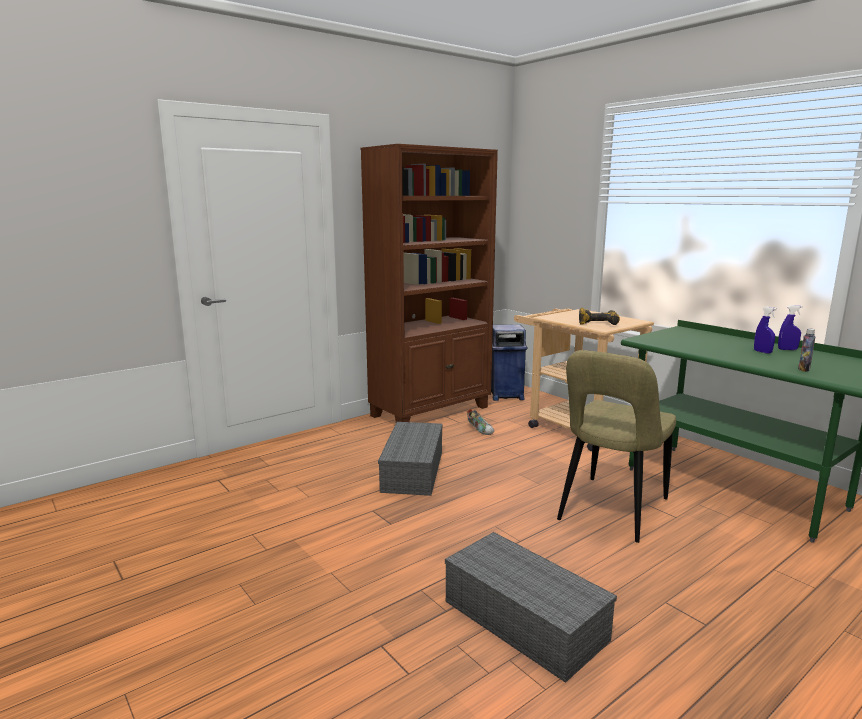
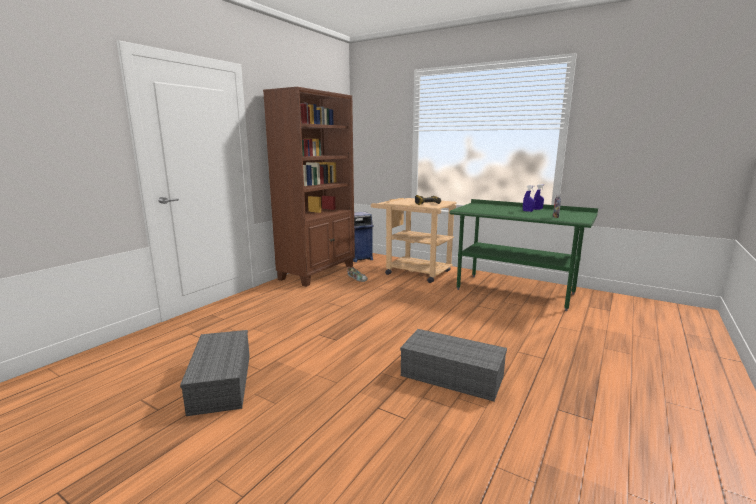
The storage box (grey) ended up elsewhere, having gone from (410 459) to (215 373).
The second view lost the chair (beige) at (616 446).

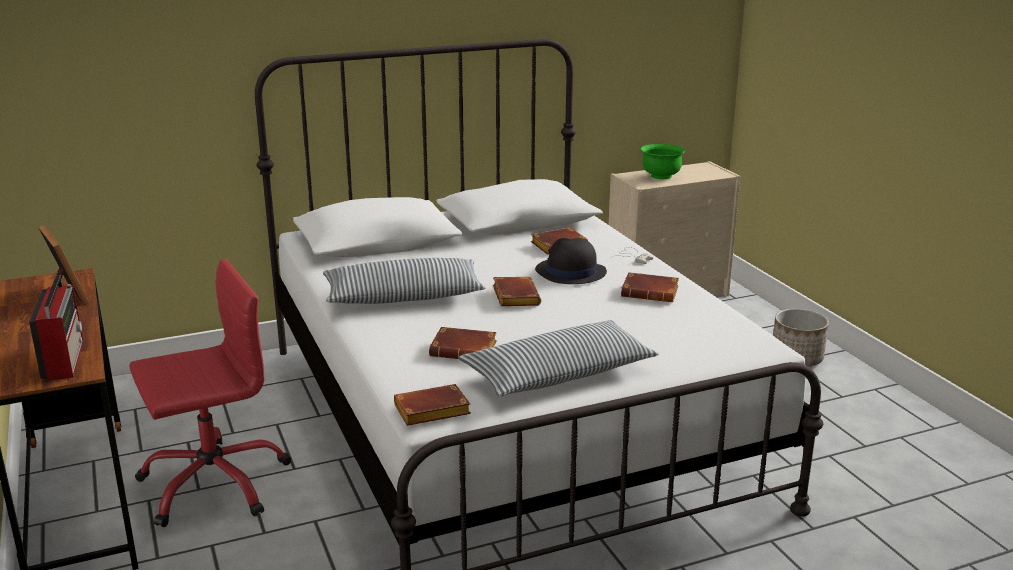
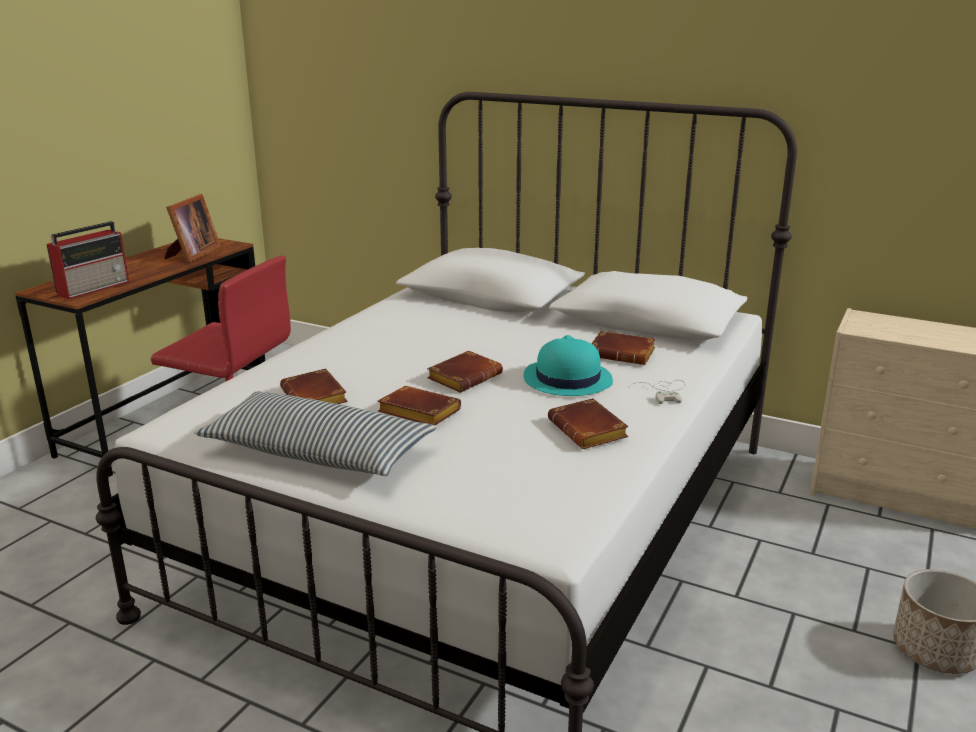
The book (brown) ended up elsewhere, having gone from (432 405) to (419 405).
What was the hat (black) at (571 261) turned into the hat (turquoise) at (568 365).
The second view lost the pillow at (404 281).
The second view lost the bowl (green) at (663 161).

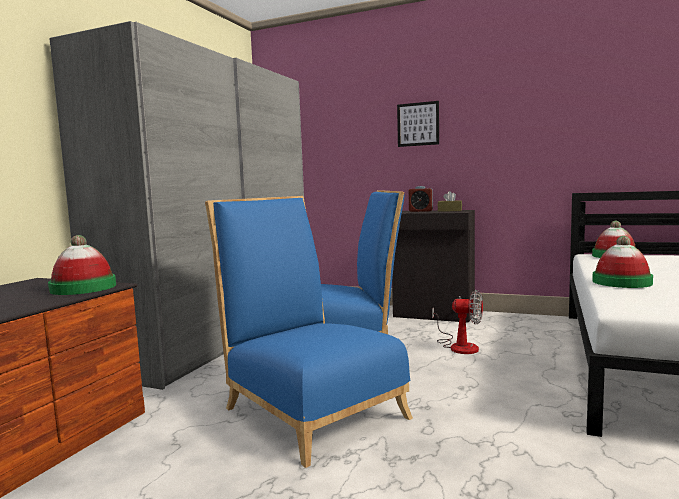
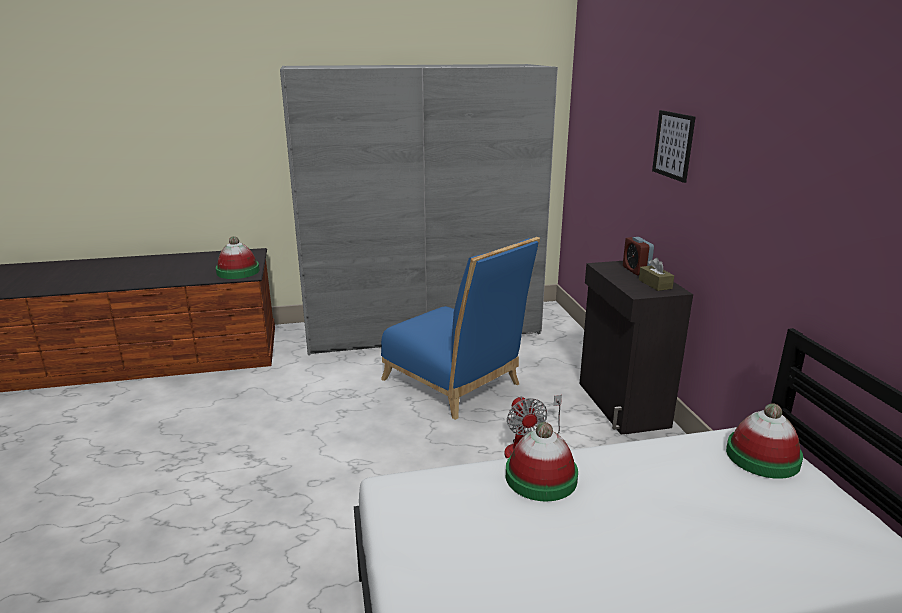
The second view lost the chair (blue) at (309 332).

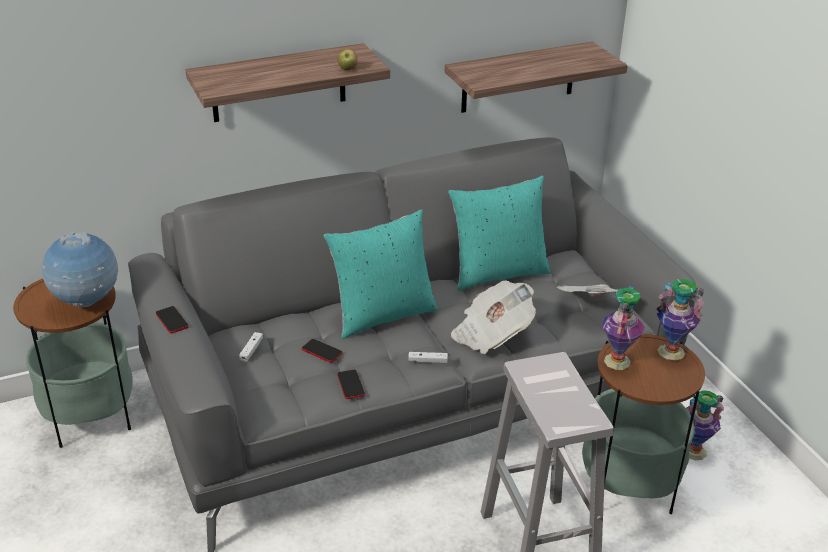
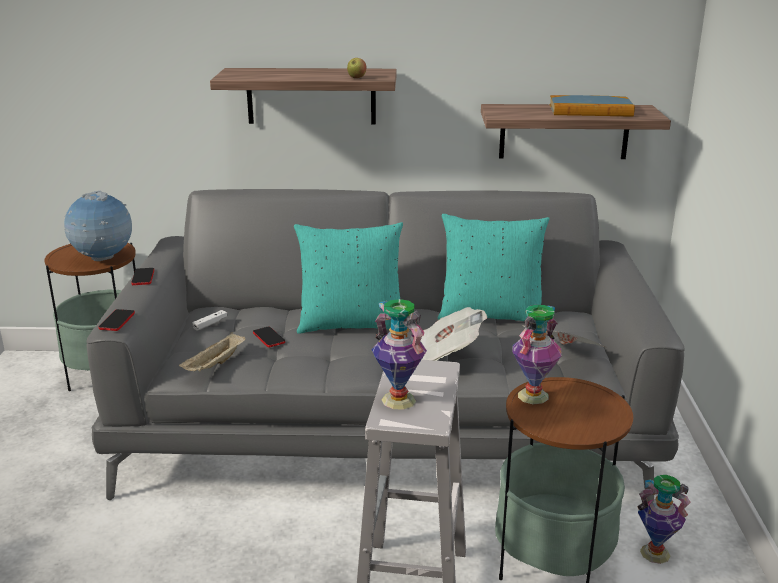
The phone ended up elsewhere, having gone from (351 384) to (117 320).
The second view gained the tray (beige) at (212 351).
The vase ended up elsewhere, having gone from (680 319) to (399 354).
The second view gained the book at (592 106).
The second view lost the game controller (white) at (428 357).

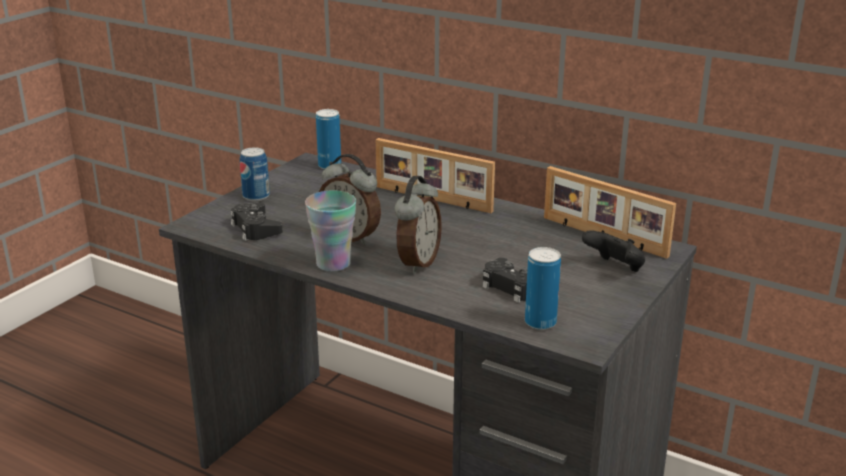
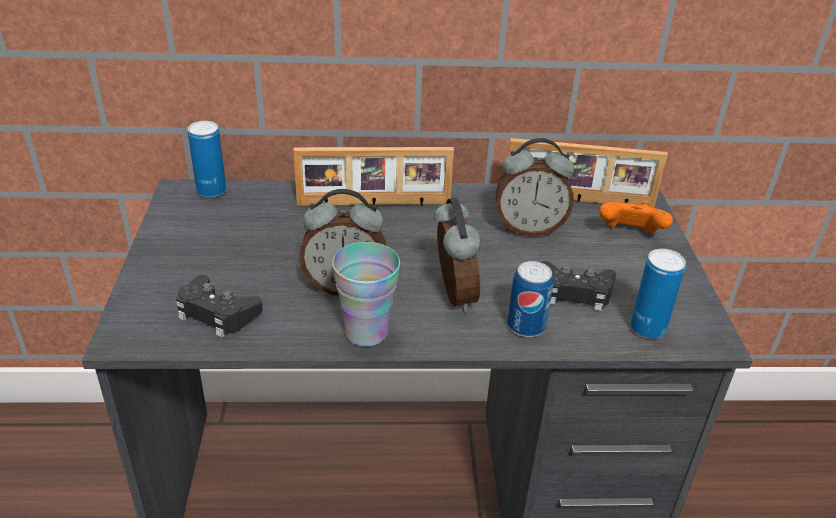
The second view gained the alarm clock at (535 187).
The can ended up elsewhere, having gone from (255 174) to (530 299).
What was the game controller (black) at (613 251) turned into the game controller (orange) at (636 217).

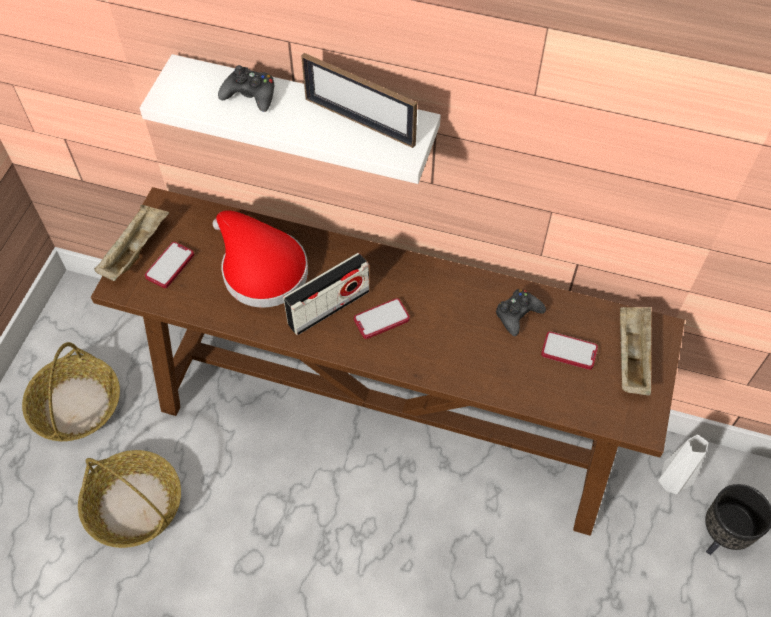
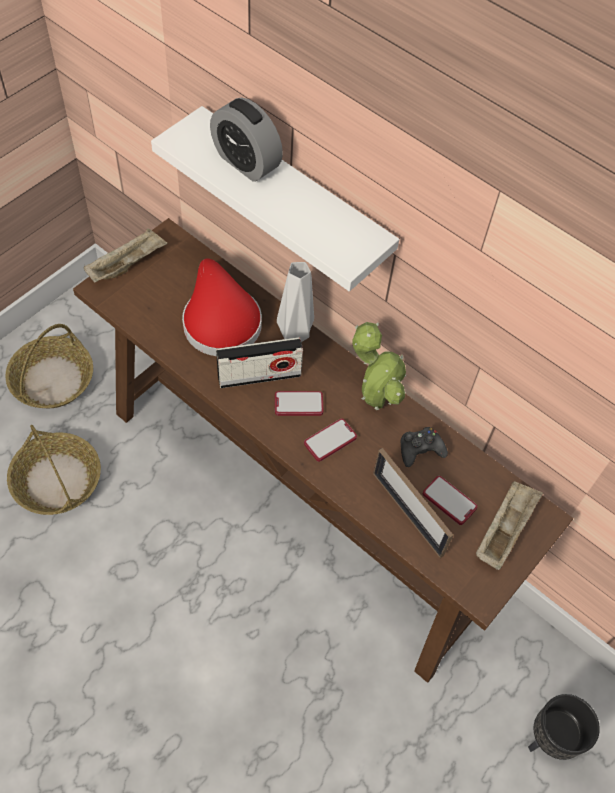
Where the game controller (black) stood at (246 88), the alarm clock came to stand at (246 140).
The vase (white) ended up elsewhere, having gone from (683 464) to (295 302).
The phone ended up elsewhere, having gone from (169 265) to (330 440).
The second view gained the potted plant at (379 366).
The picture frame ended up elsewhere, having gone from (359 100) to (413 503).

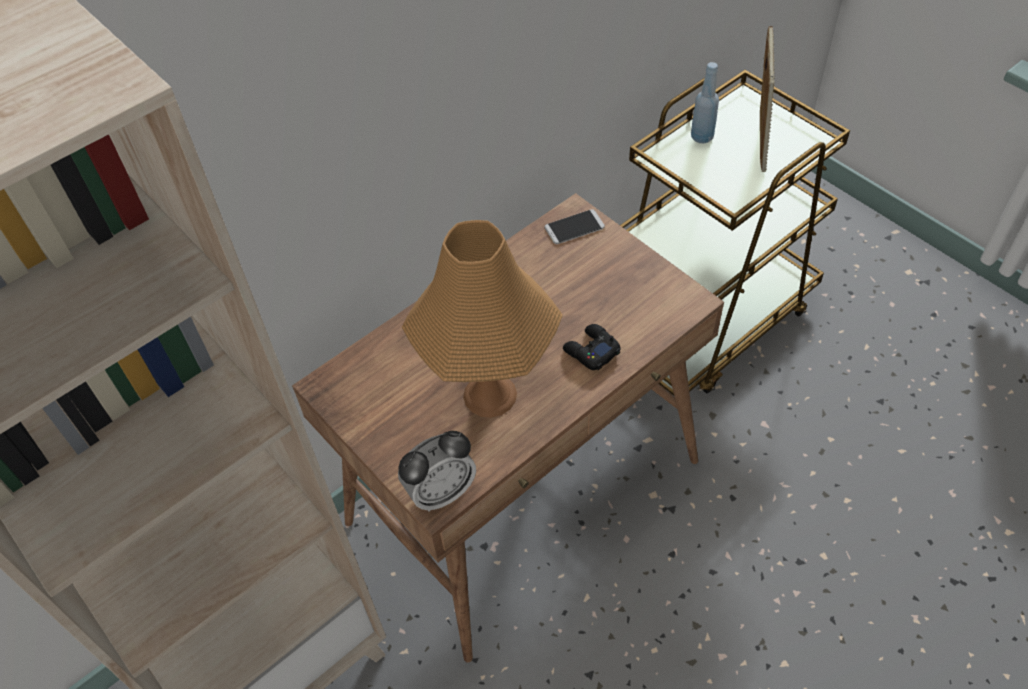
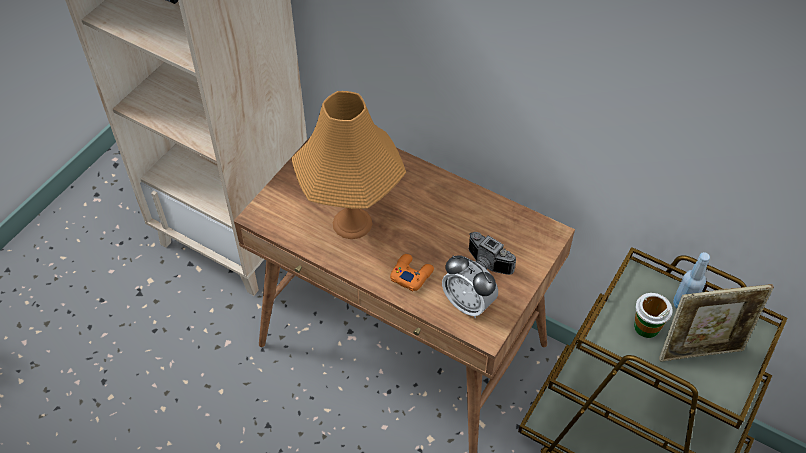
What was the game controller (black) at (591 347) turned into the game controller (orange) at (412 272).
The alarm clock ended up elsewhere, having gone from (437 471) to (470 286).
The second view gained the photo camera at (492 253).
The second view gained the cup at (653 315).
The second view lost the phone at (575 226).

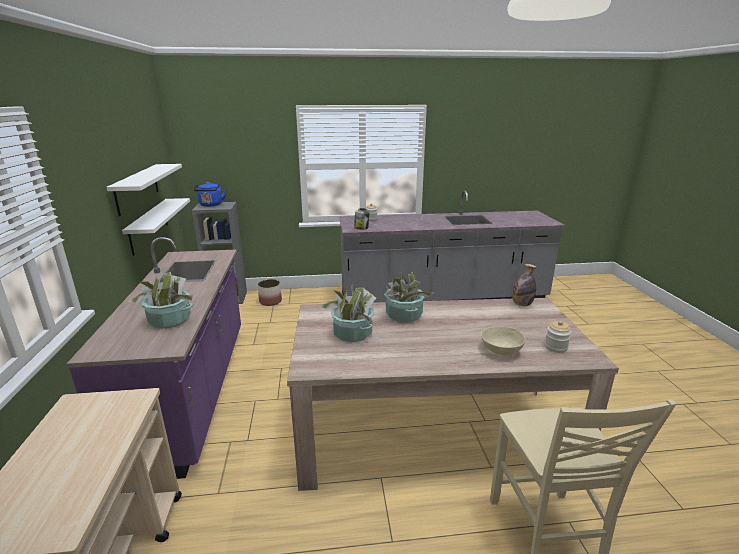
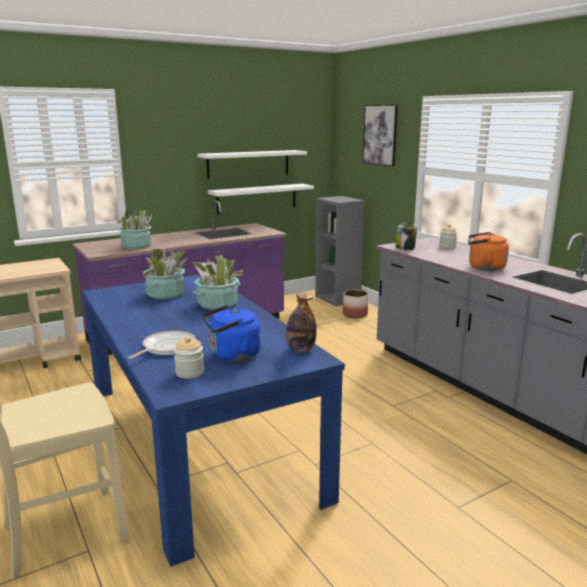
What was the dining table (beige) at (453 394) turned into the dining table (blue) at (213 421).
Where the bowl (beige) stood at (503 341), the frying pan came to stand at (162 345).
The kettle (blue) ended up elsewhere, having gone from (209 194) to (231 333).
The second view gained the picture at (380 135).
The second view gained the kettle (orange) at (488 251).

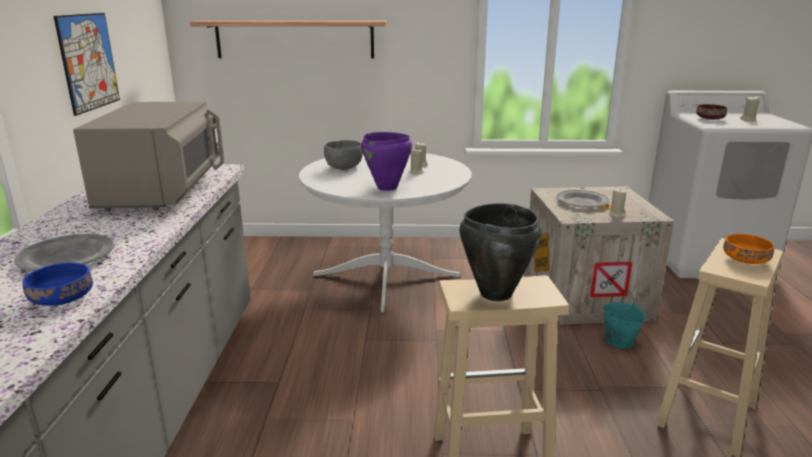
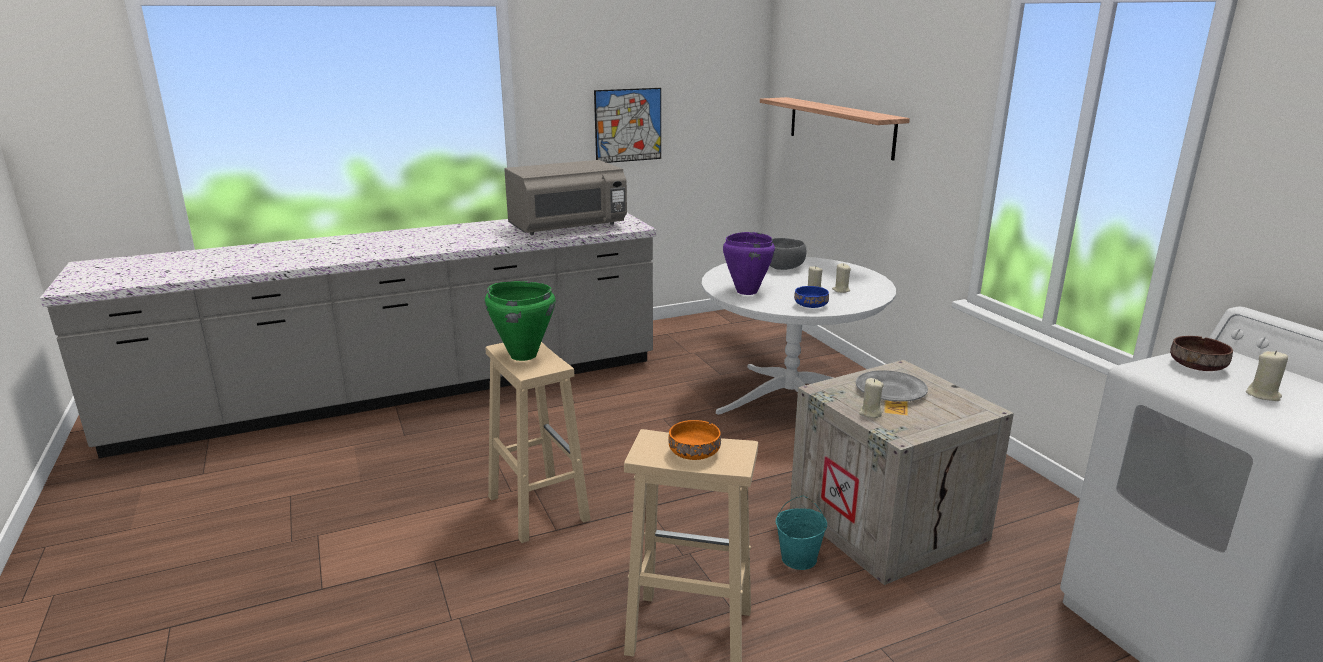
What was the cooking pot (black) at (500 252) turned into the cooking pot (green) at (520 321).
The bowl (blue) ended up elsewhere, having gone from (58 284) to (811 297).
The second view lost the plate (grey) at (64 252).

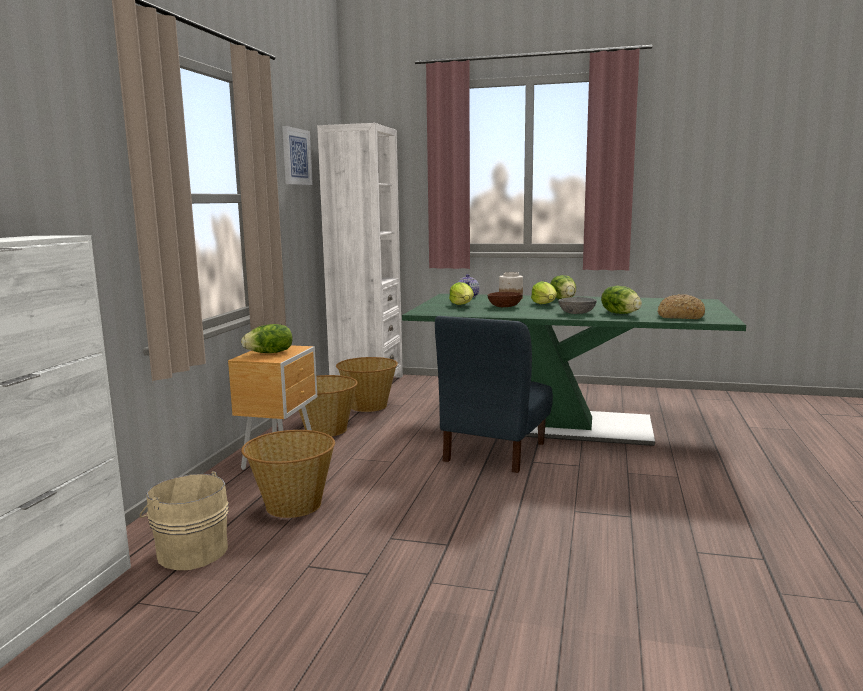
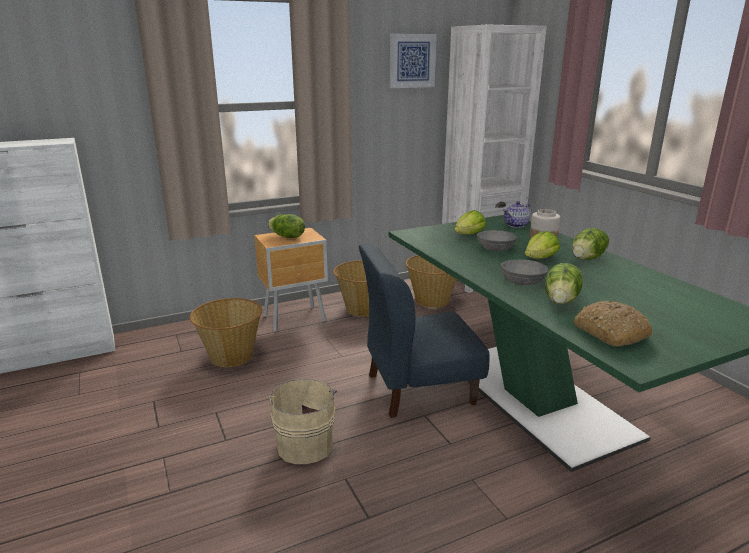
The bucket (beige) ended up elsewhere, having gone from (184 520) to (301 421).
What was the bowl (brown) at (504 299) turned into the bowl (grey) at (497 240).

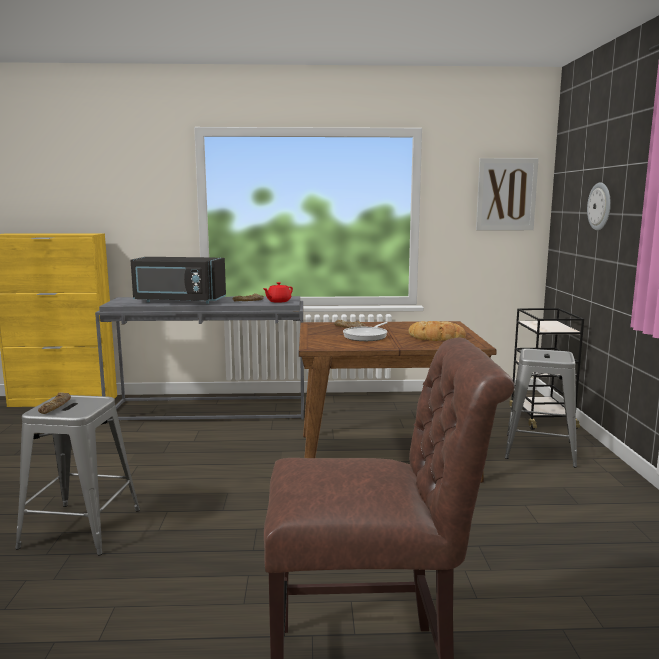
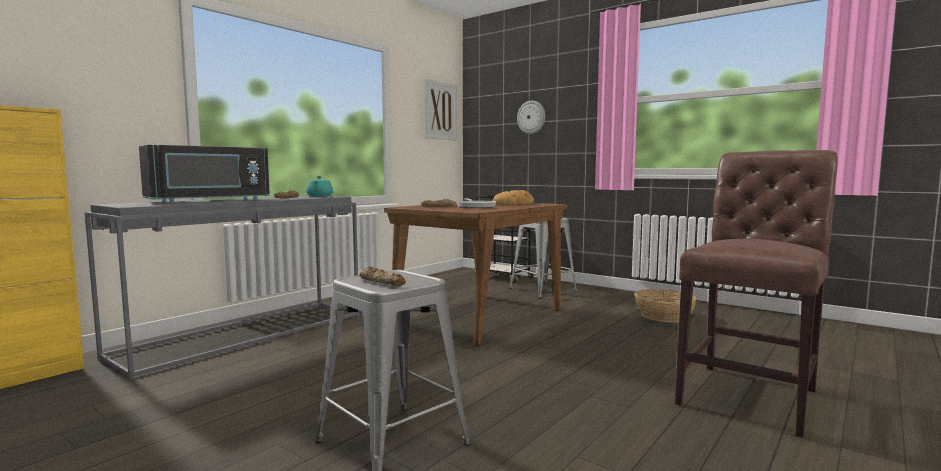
What was the teapot (red) at (278 292) turned into the teapot (turquoise) at (319 186).
The second view gained the basket at (665 305).

